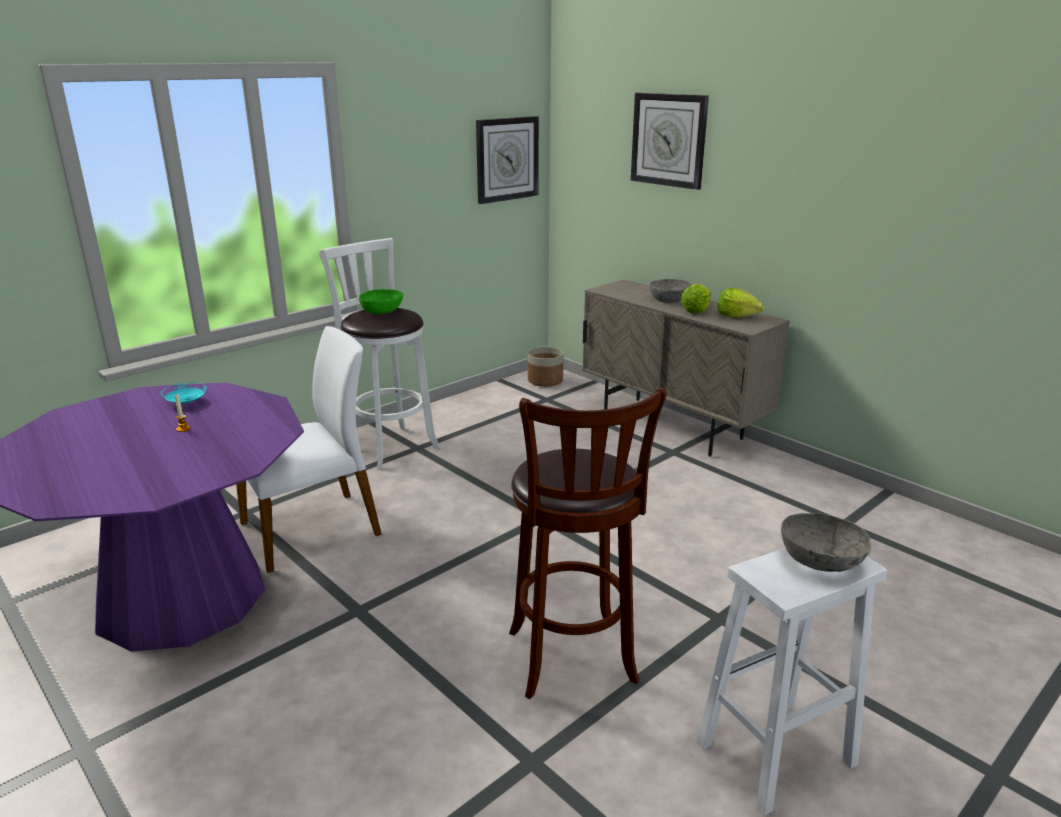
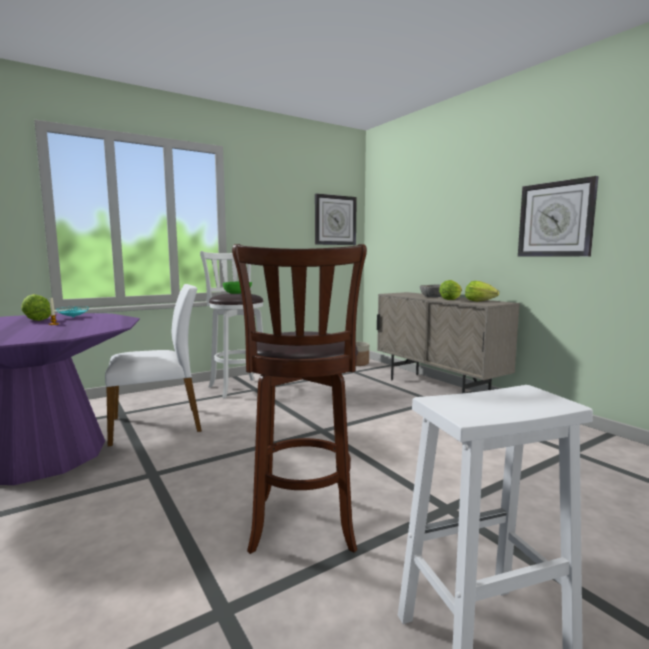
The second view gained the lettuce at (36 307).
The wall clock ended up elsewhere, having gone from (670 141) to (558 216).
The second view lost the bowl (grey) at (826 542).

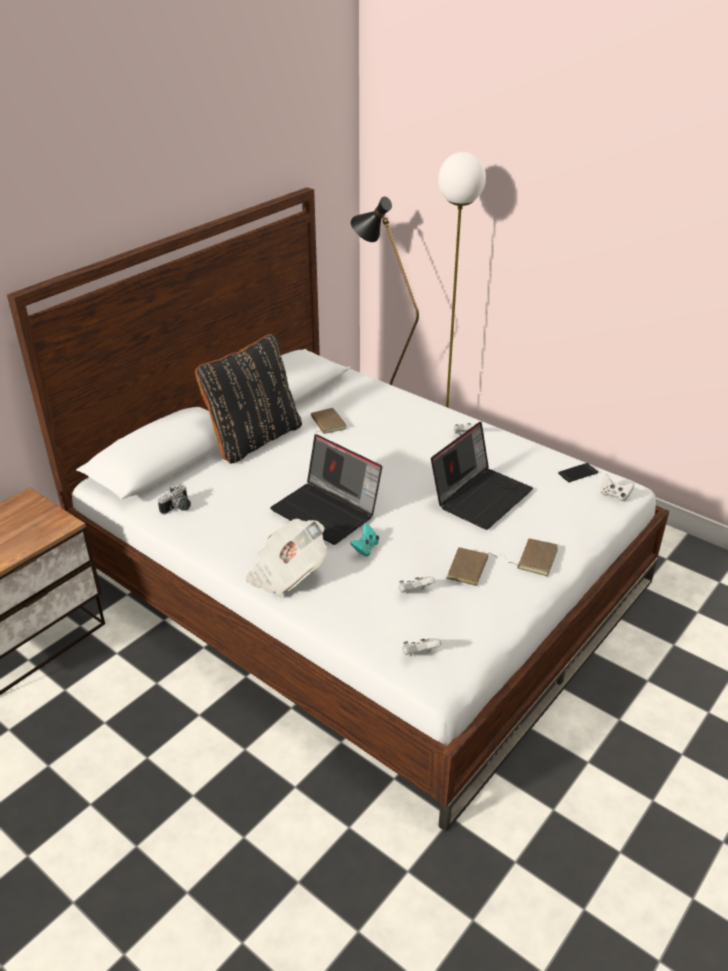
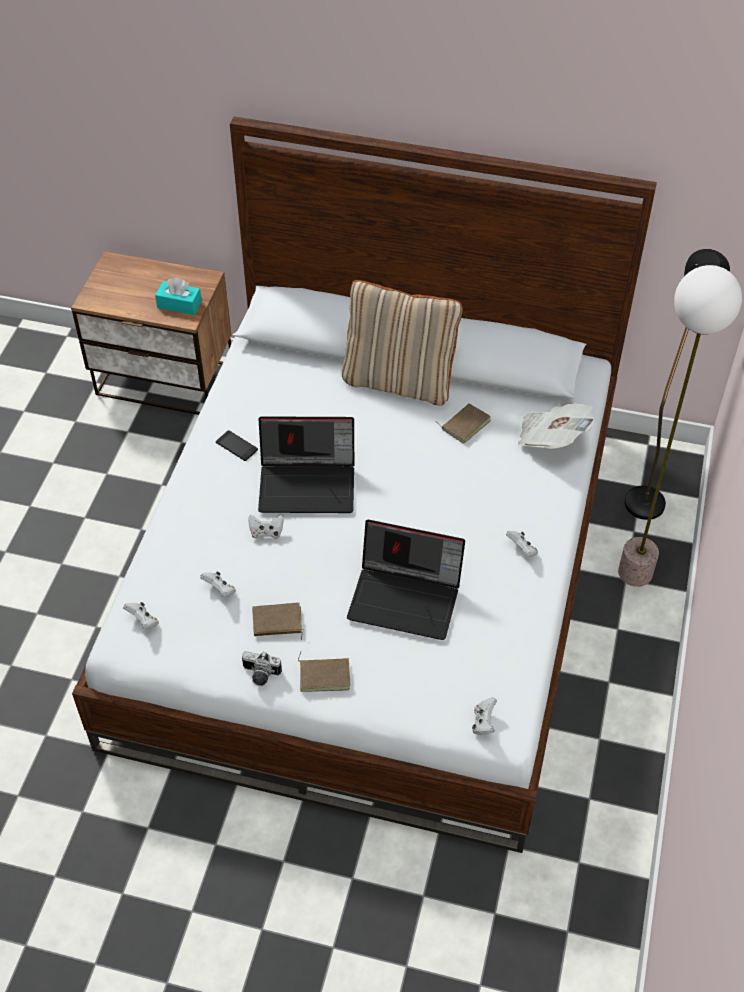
The second view gained the tissue box (turquoise) at (178 296).
The phone ended up elsewhere, having gone from (578 472) to (237 445).
The photo camera ended up elsewhere, having gone from (174 499) to (262 668).
What was the game controller (turquoise) at (364 540) turned into the game controller (white) at (266 527).
The laptop at (326 489) ended up facing another way, 105 degrees counterclockwise from before.
What was the pillow (black) at (248 399) turned into the pillow (beige) at (402 343).
The newspaper ended up elsewhere, having gone from (286 558) to (556 426).

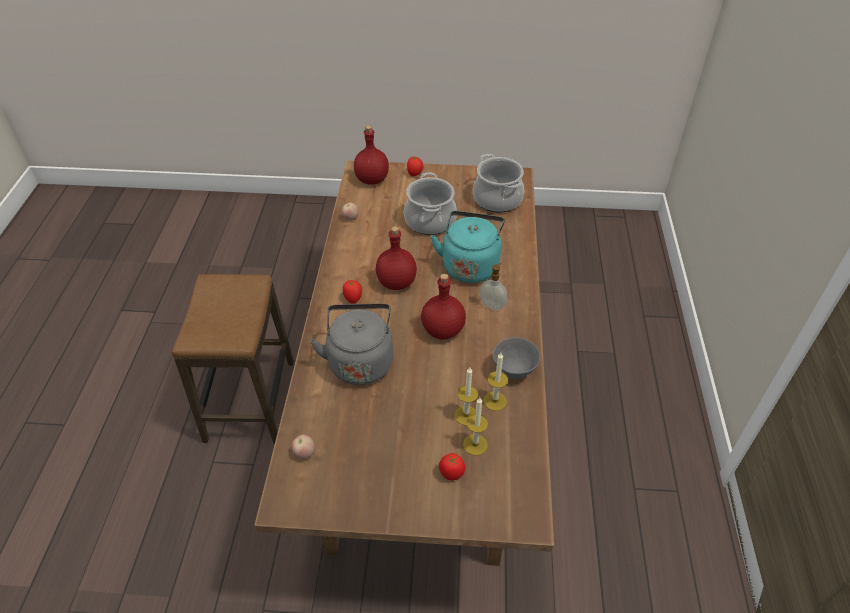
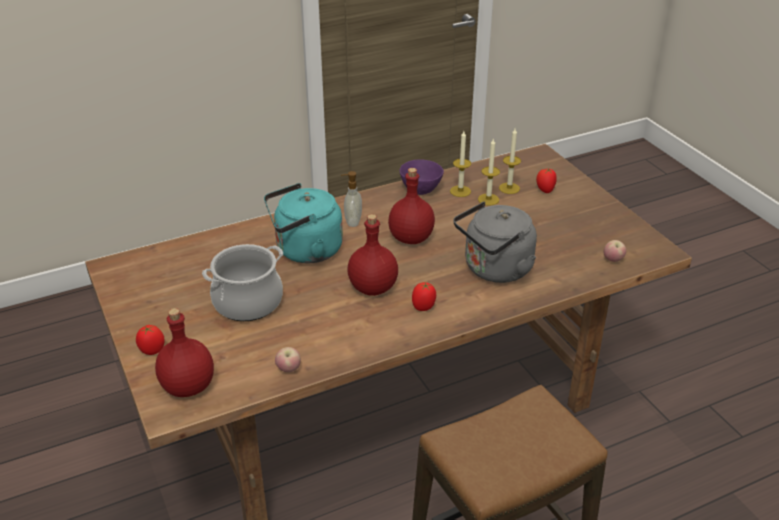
What was the bowl (grey) at (516 358) turned into the bowl (purple) at (422 177).
The second view lost the cooking pot at (498 183).

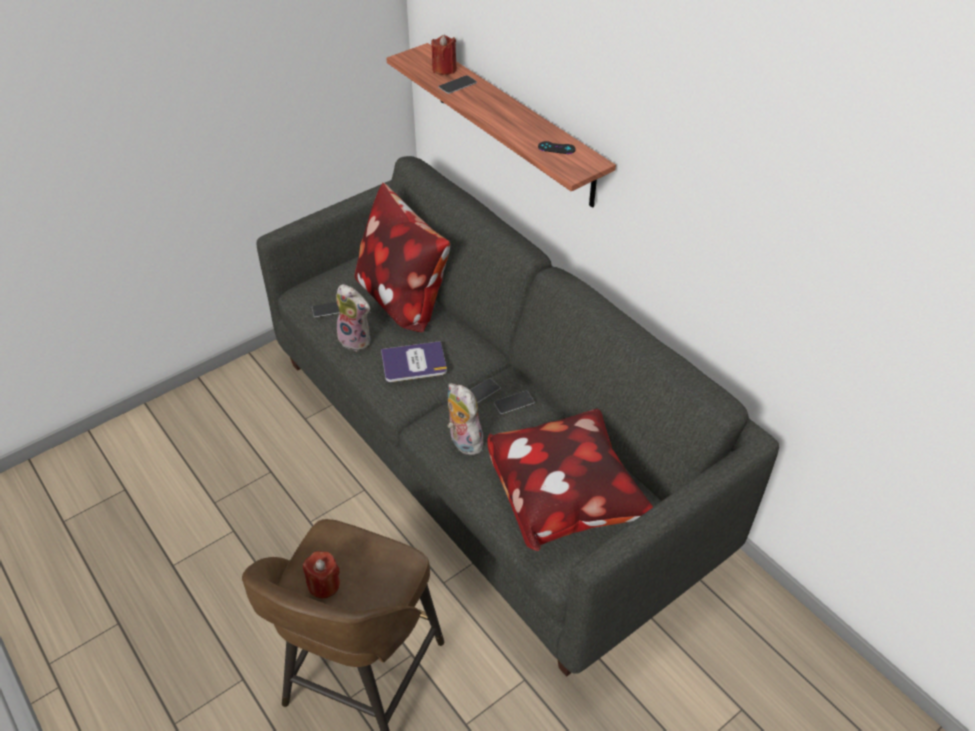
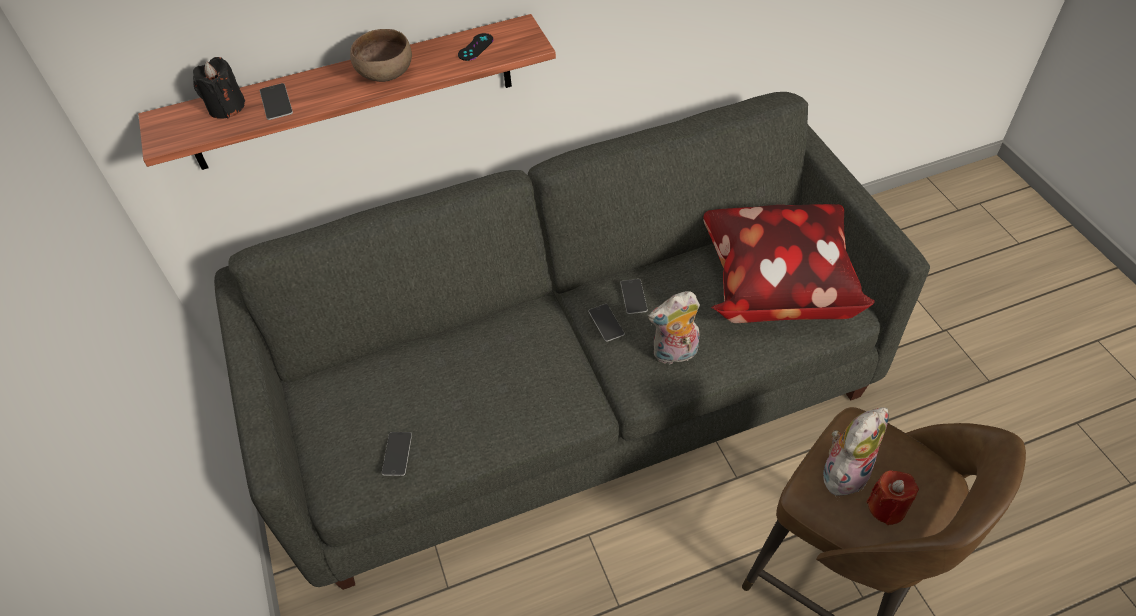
What was the candle (red) at (444 55) turned into the candle (black) at (219 88).
The second view gained the bowl (brown) at (381 55).
The plush toy ended up elsewhere, having gone from (353 318) to (856 451).
The second view lost the pillow at (402 257).
The second view lost the book at (414 361).

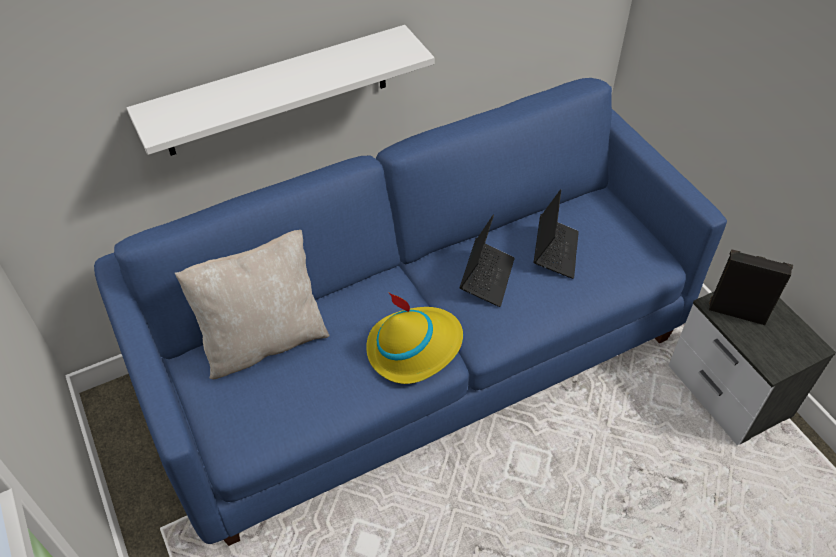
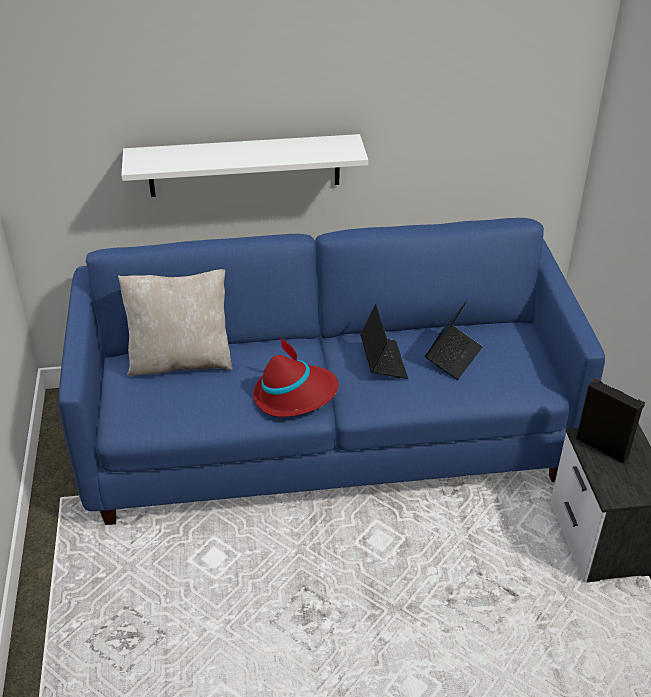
What was the hat (yellow) at (414 338) turned into the hat (red) at (296 376).
The laptop at (487 260) ended up facing another way, 45 degrees counterclockwise from before.

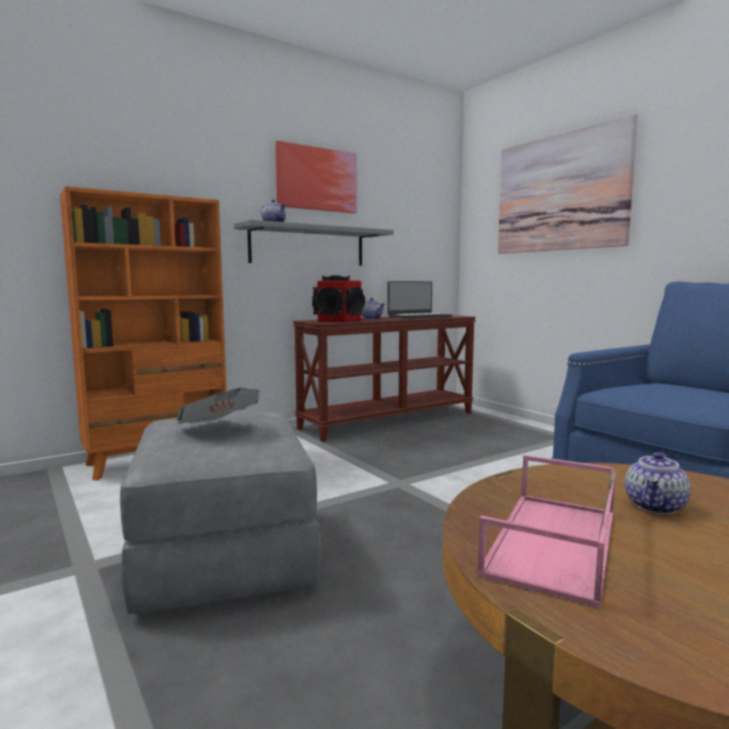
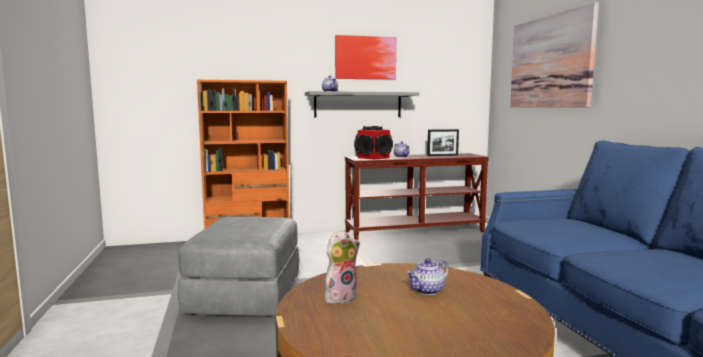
Where the tray (pink) stood at (546 532), the plush toy came to stand at (342 268).
Where the laptop stood at (419 300), the picture frame came to stand at (443 142).
The second view lost the newspaper at (218 406).

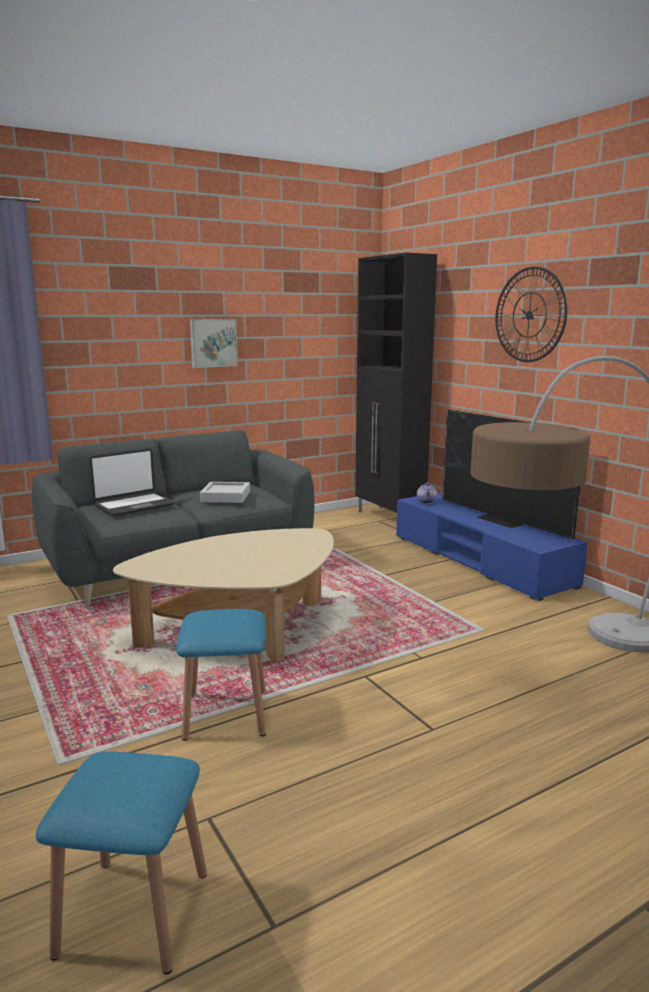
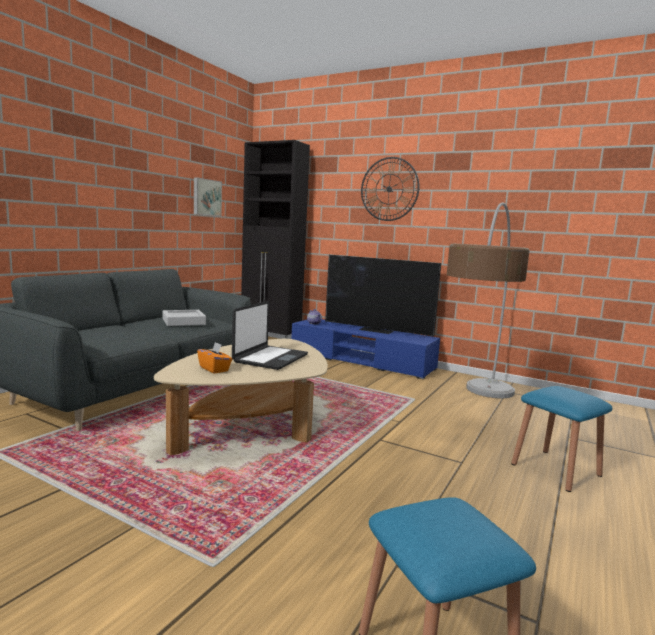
The picture ended up elsewhere, having gone from (214 343) to (208 196).
The second view gained the tissue box (orange) at (214 358).
The laptop ended up elsewhere, having gone from (132 482) to (270 335).
The stool (blue) ended up elsewhere, having gone from (221 675) to (562 439).

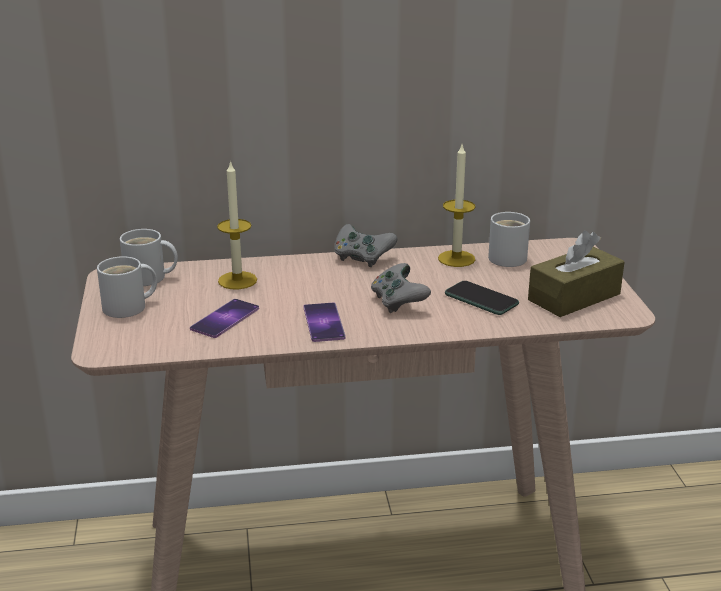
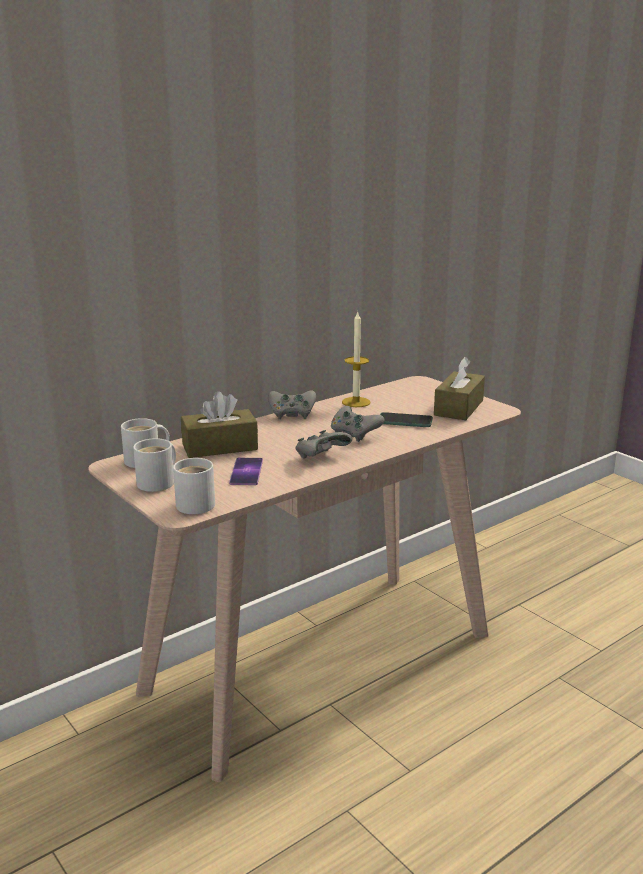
The mug (white) ended up elsewhere, having gone from (509 239) to (194 486).
Where the candle stood at (237 224), the tissue box (brown) came to stand at (219 424).
Where the phone stood at (324 322), the game controller (grey) came to stand at (323 444).

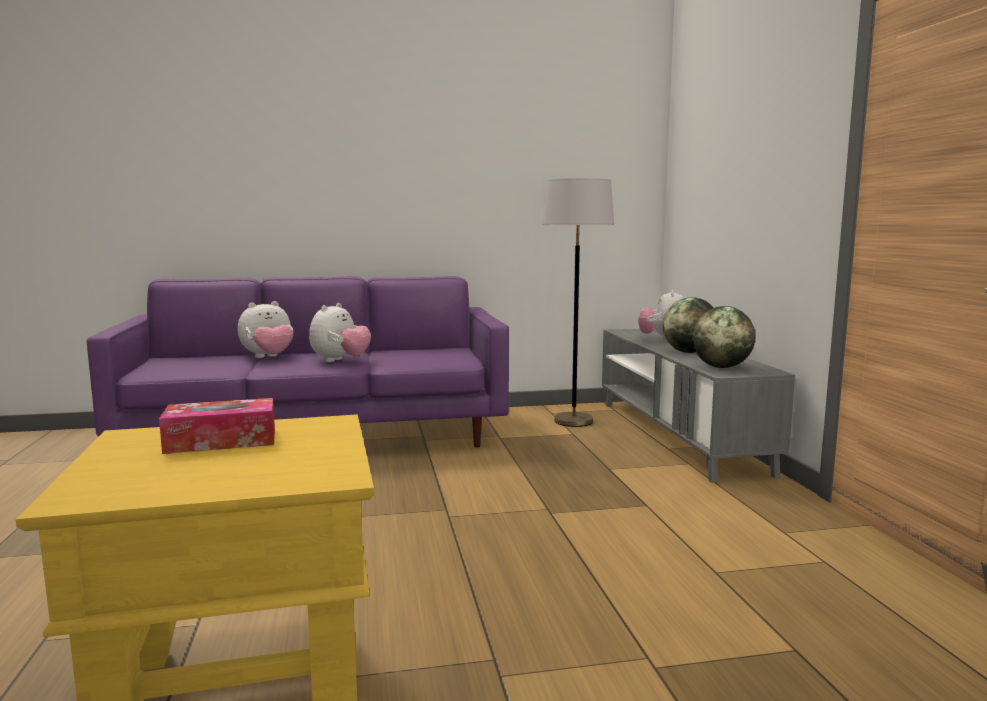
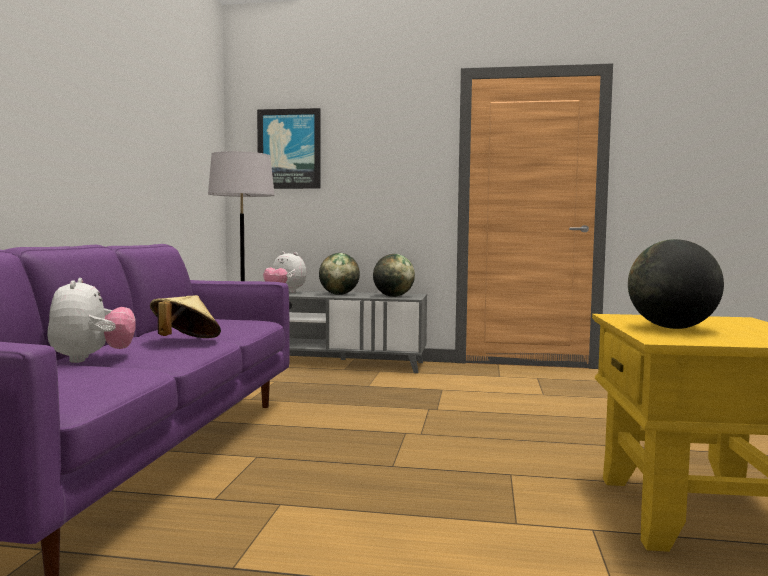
Where the plush toy stood at (340 332), the hat (beige) came to stand at (185 316).
The second view gained the picture at (288 148).
Where the tissue box stood at (217 426), the globe came to stand at (676 284).

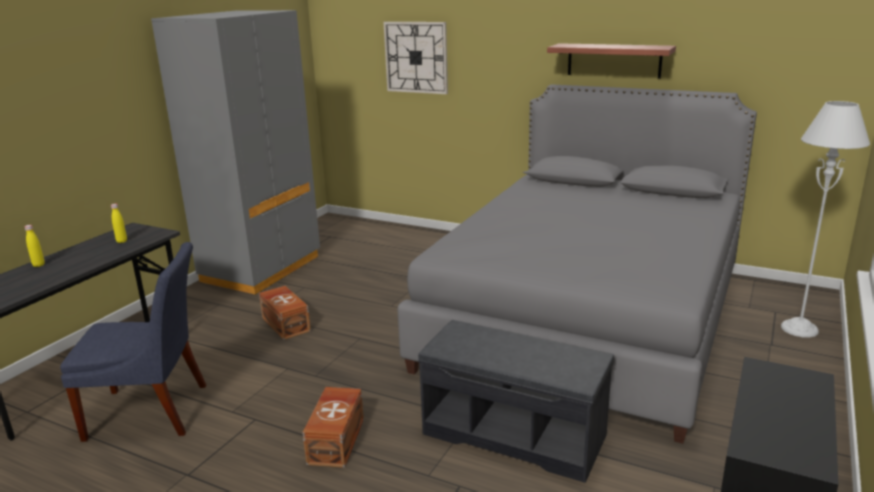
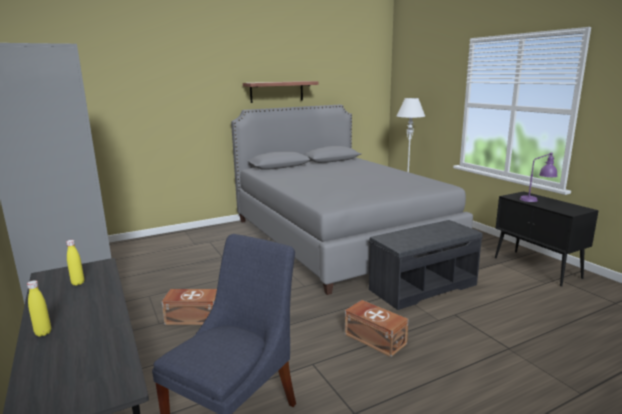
The second view gained the table lamp (purple) at (538 177).
The second view lost the wall clock at (416 58).

